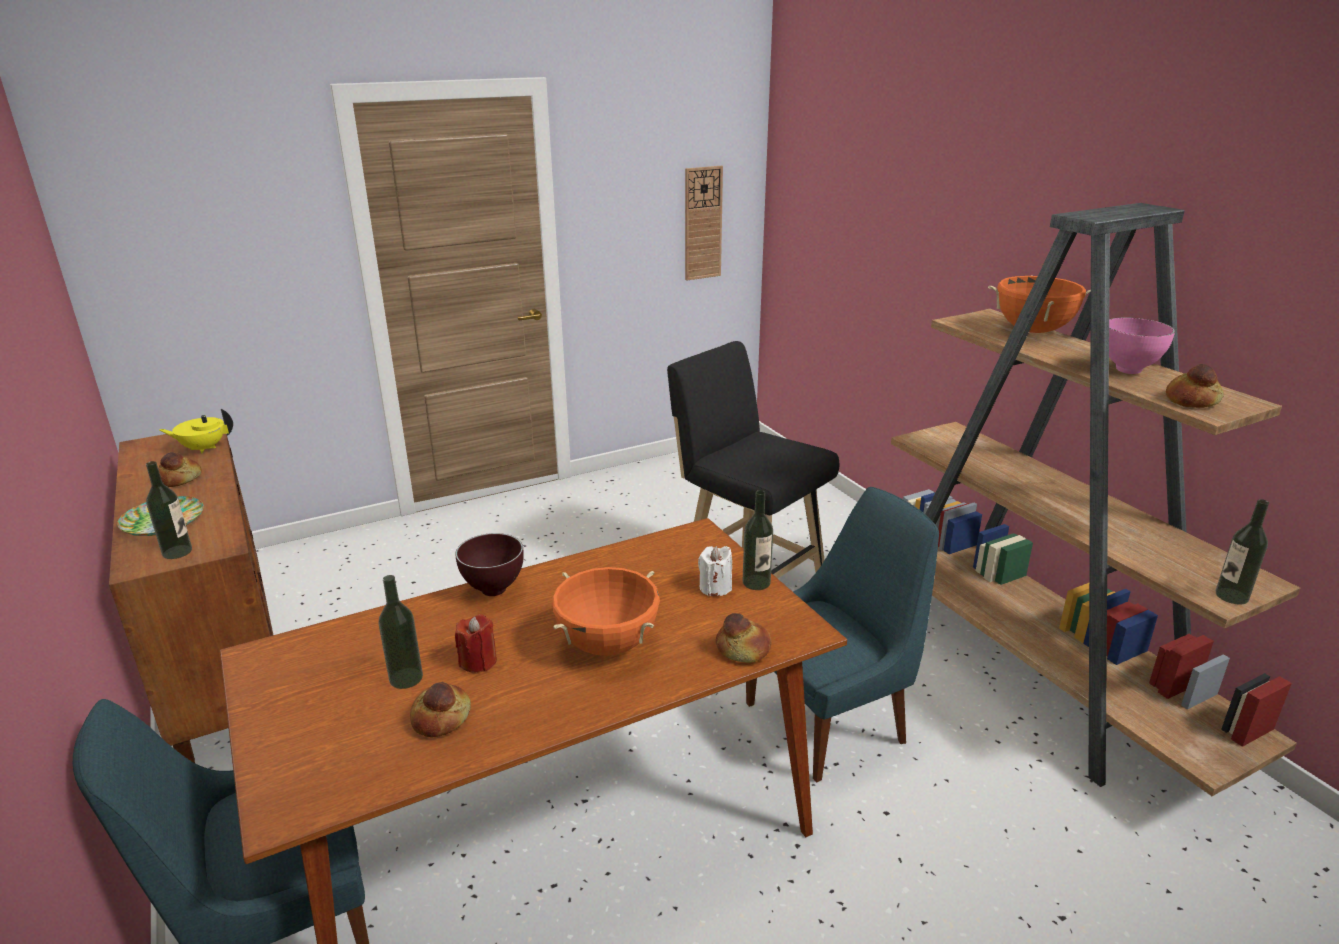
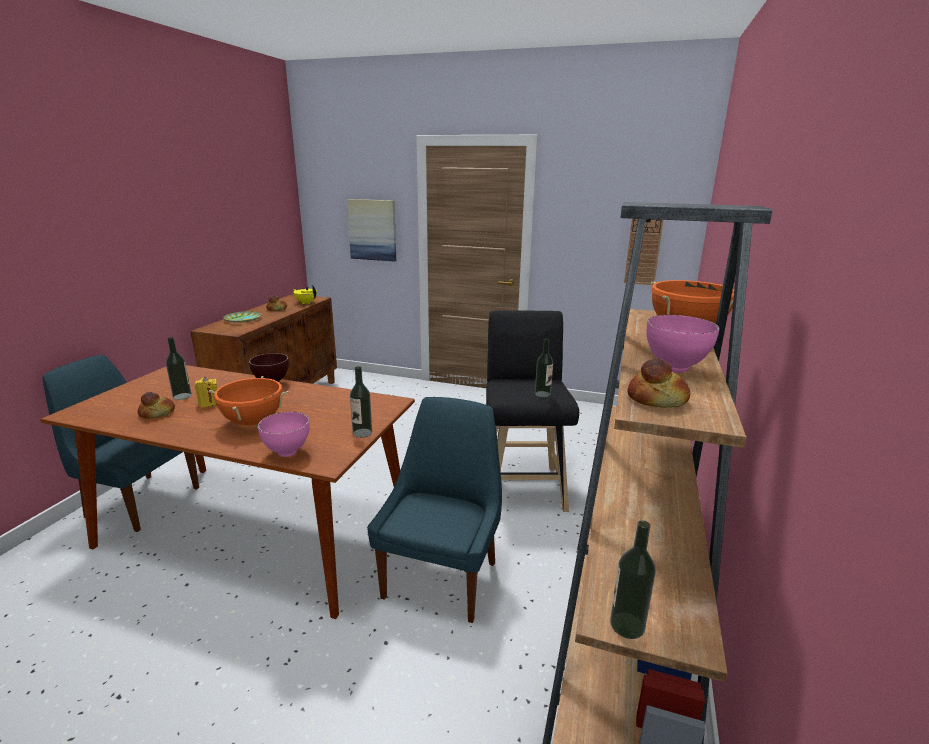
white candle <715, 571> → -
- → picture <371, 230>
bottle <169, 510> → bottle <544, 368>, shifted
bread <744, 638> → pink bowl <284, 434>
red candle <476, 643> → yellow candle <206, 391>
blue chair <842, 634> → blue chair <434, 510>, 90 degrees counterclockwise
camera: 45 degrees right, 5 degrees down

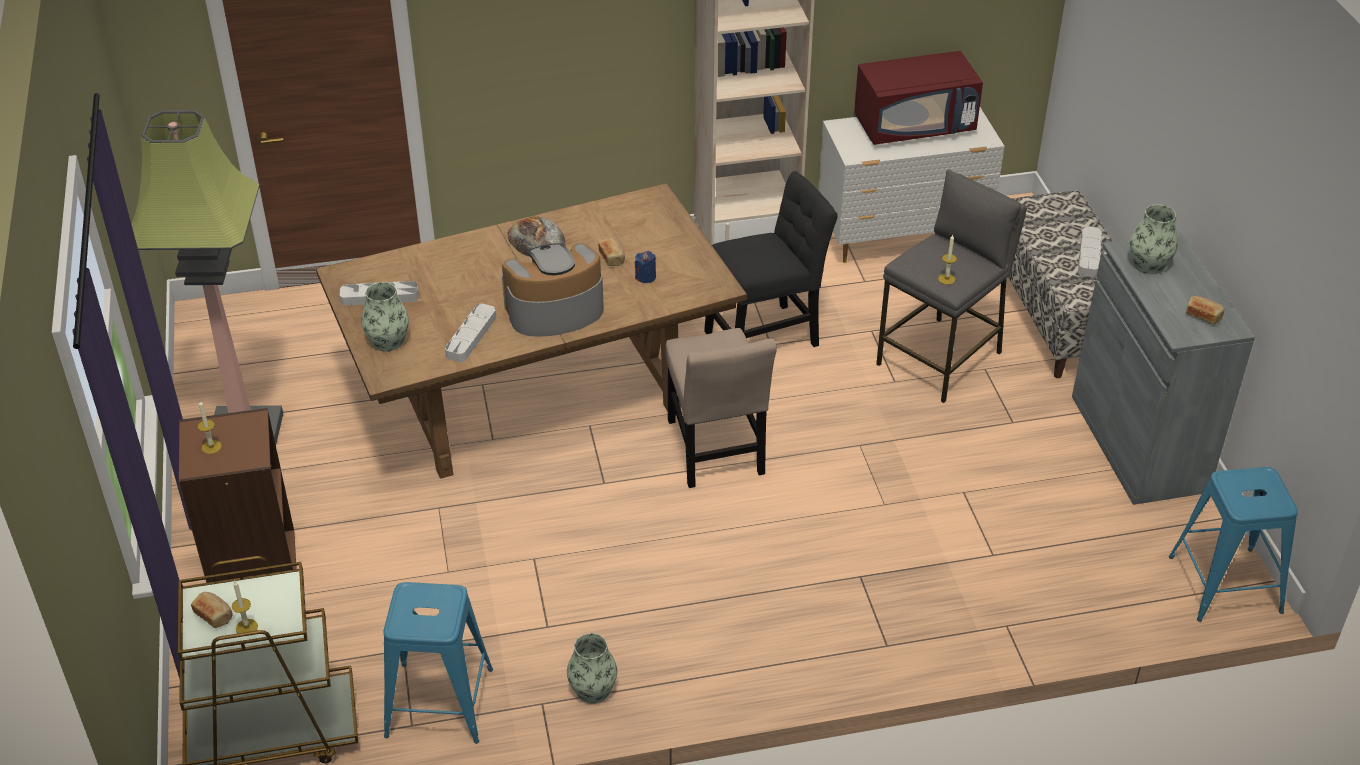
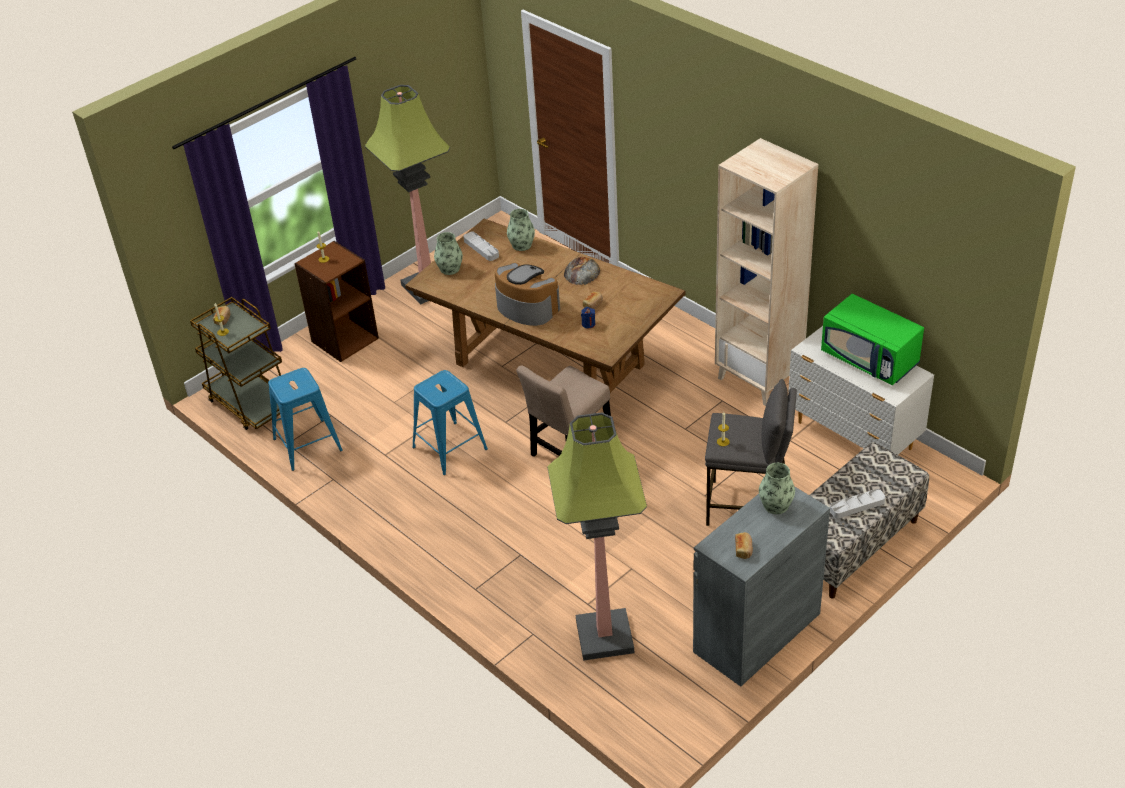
grey tray <470, 333> → -
black chair <771, 259> → -
- → floor lamp <597, 536>
vase <592, 668> → vase <521, 230>, shifted
blue stool <1233, 544> → blue stool <450, 422>, shifted
red microwave <918, 98> → green microwave <872, 339>
camera: 60 degrees right, 0 degrees up

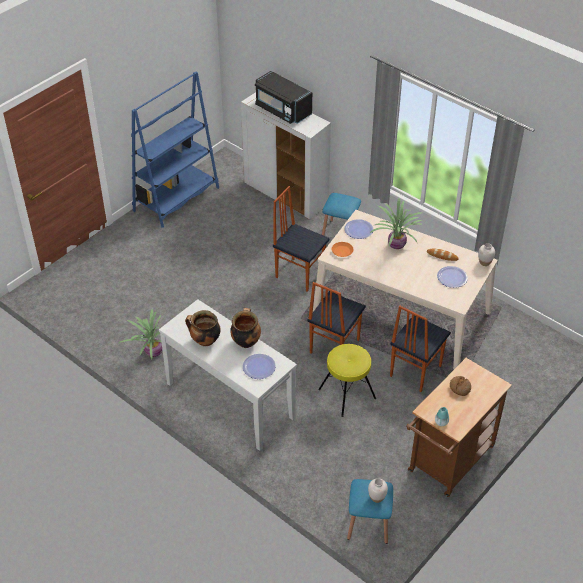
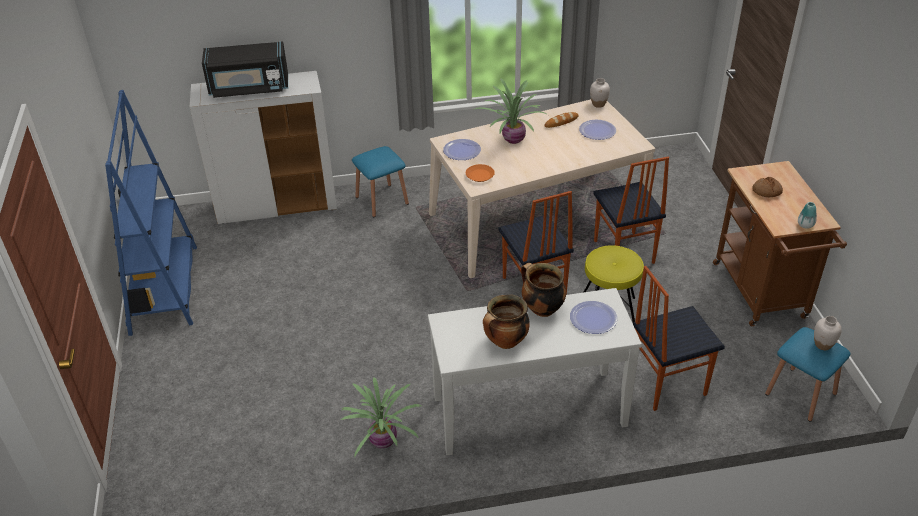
chair <301, 239> → chair <679, 338>, shifted
camera: 50 degrees left, 5 degrees down

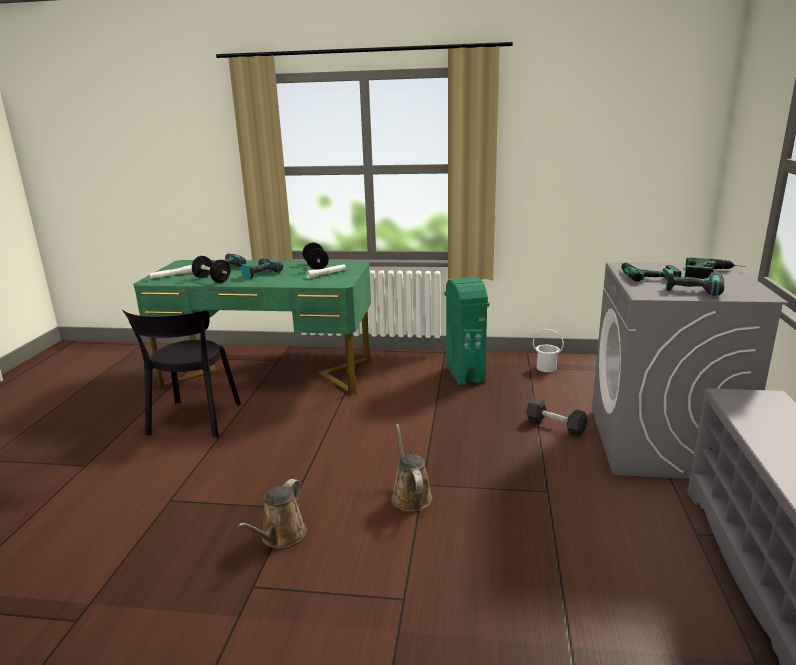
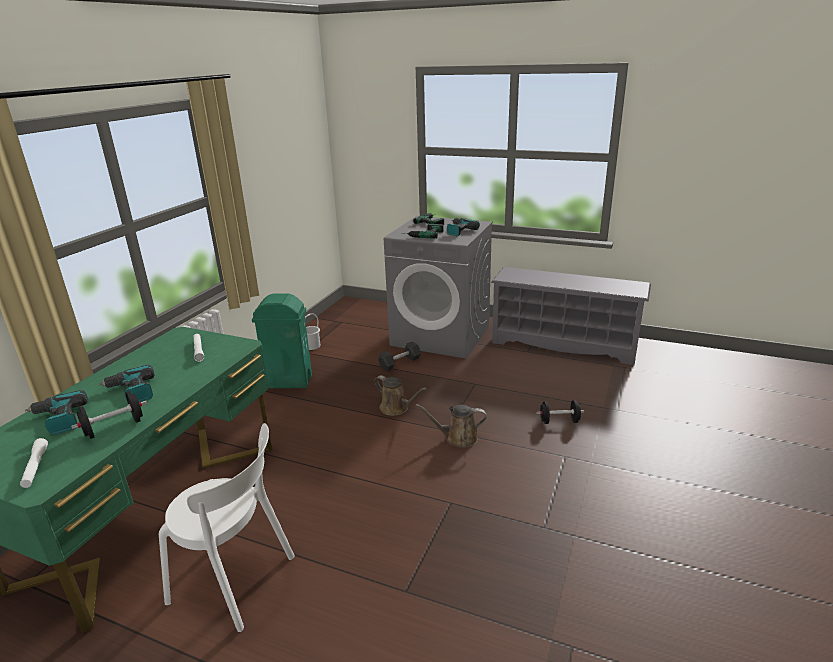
brown watering can <272, 513> → brown watering can <400, 395>, shifted
black dumbbell <316, 256> → black dumbbell <560, 412>, shifted
black chair <181, 373> → white chair <227, 527>
camera: 75 degrees left, 5 degrees up

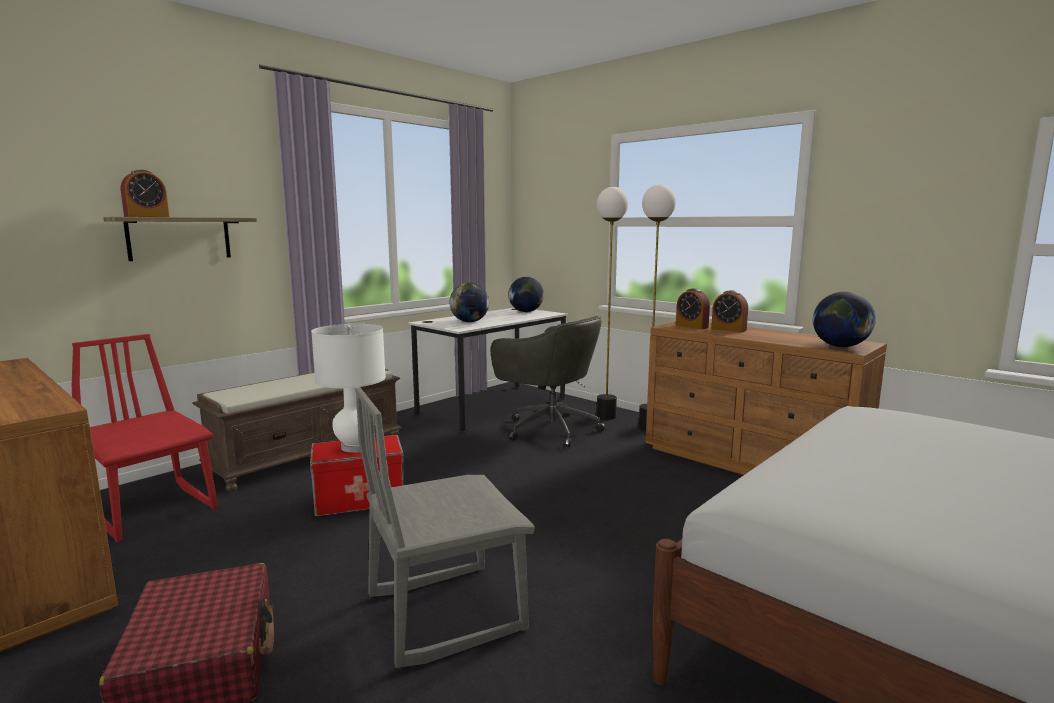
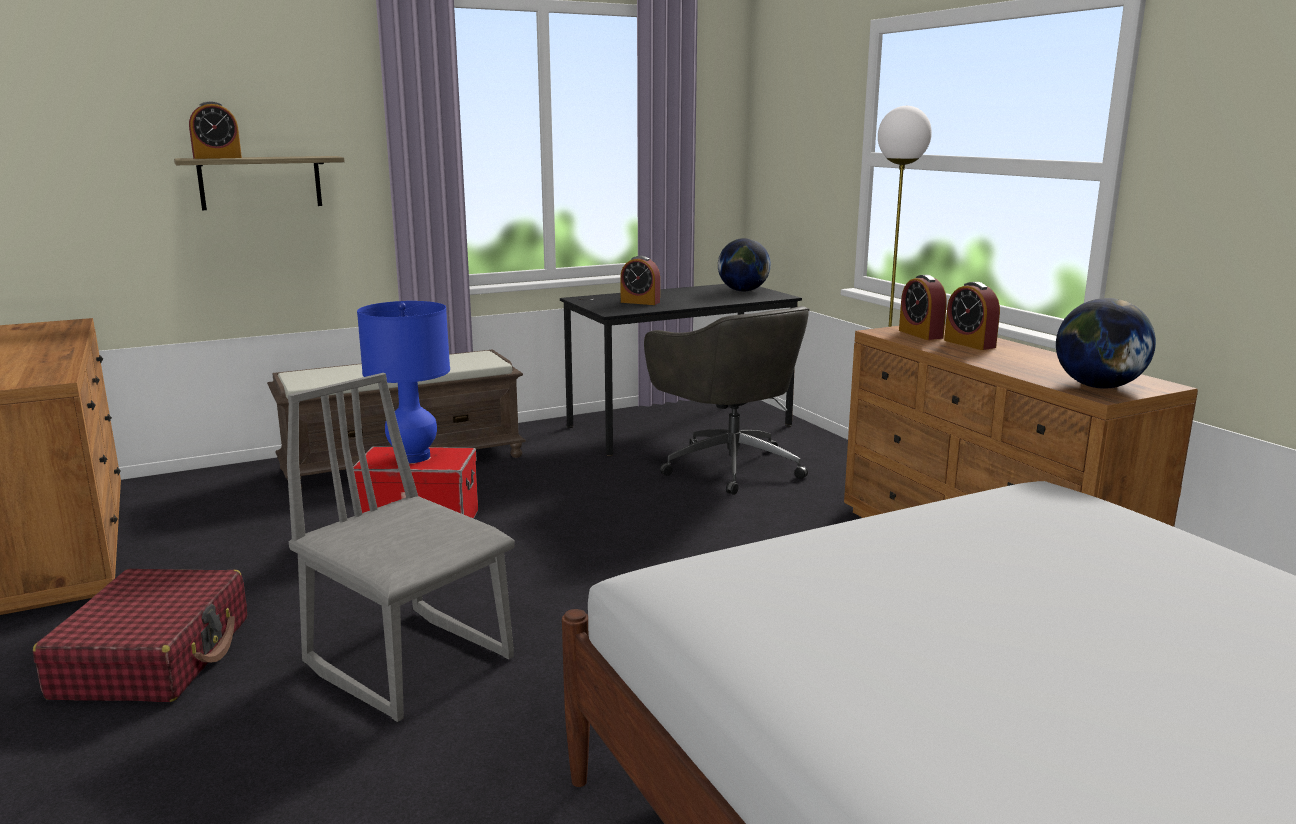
red chair <145, 438> → -
floor lamp <612, 303> → -
globe <469, 302> → alarm clock <640, 280>
white table lamp <348, 388> → blue table lamp <403, 382>
white desk <488, 370> → black desk <681, 370>
grey chair <445, 527> → grey chair <401, 547>, 45 degrees clockwise
camera: 20 degrees right, 5 degrees up

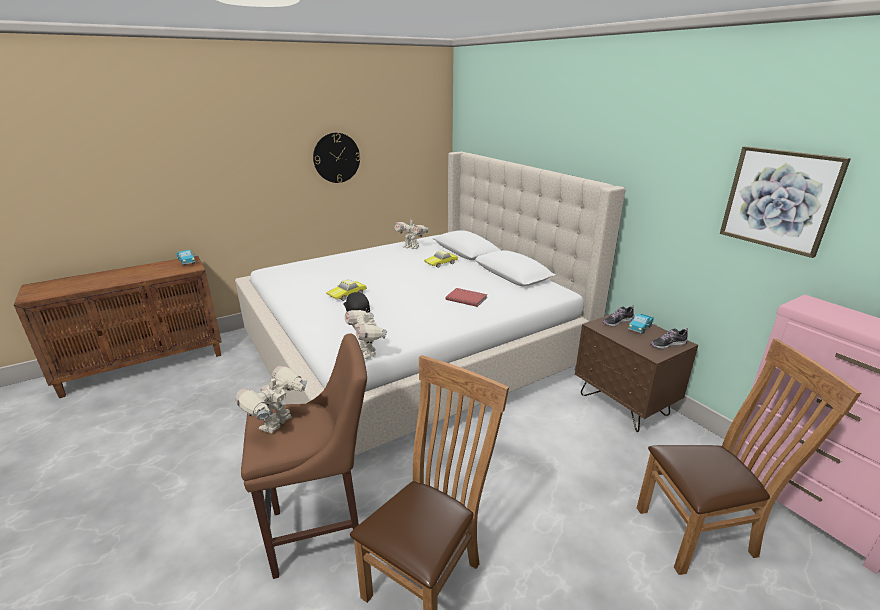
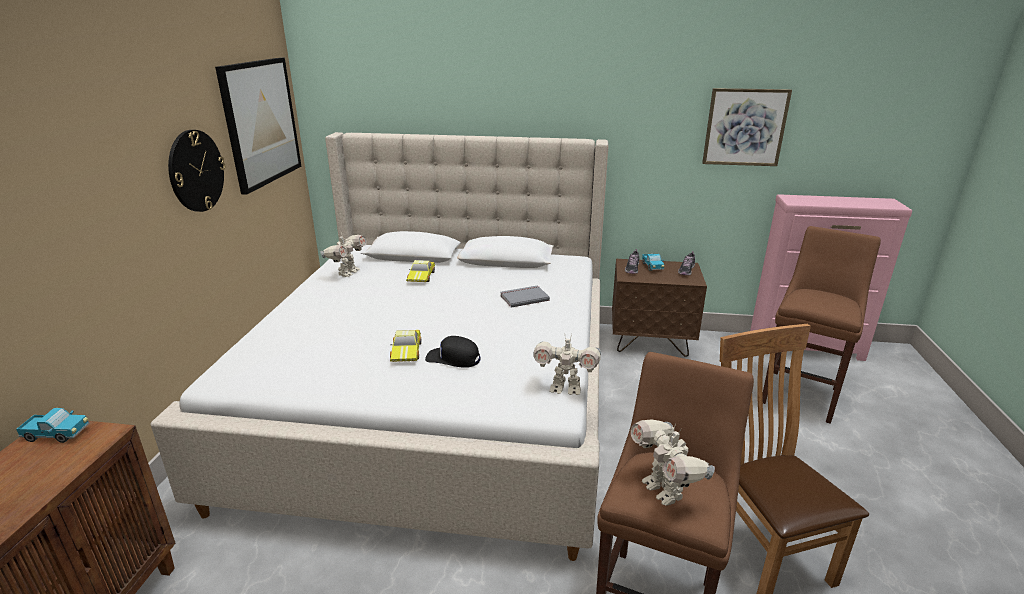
- → picture <258, 126>
brown chair <749, 457> → brown stool <821, 325>
red book <466, 297> → grey book <525, 296>
toy robot <411, 233> → toy robot <343, 255>, 45 degrees counterclockwise
camera: 50 degrees left, 0 degrees up

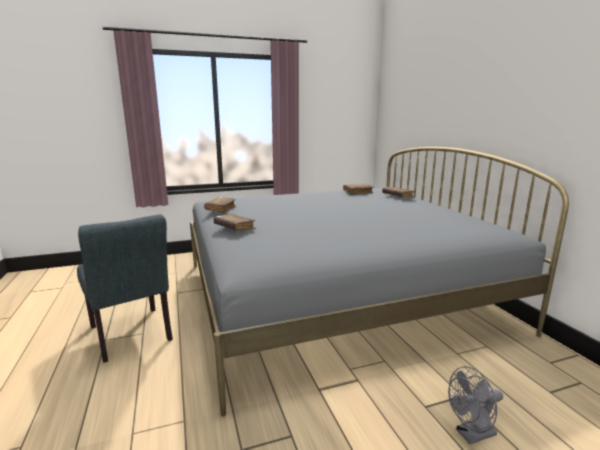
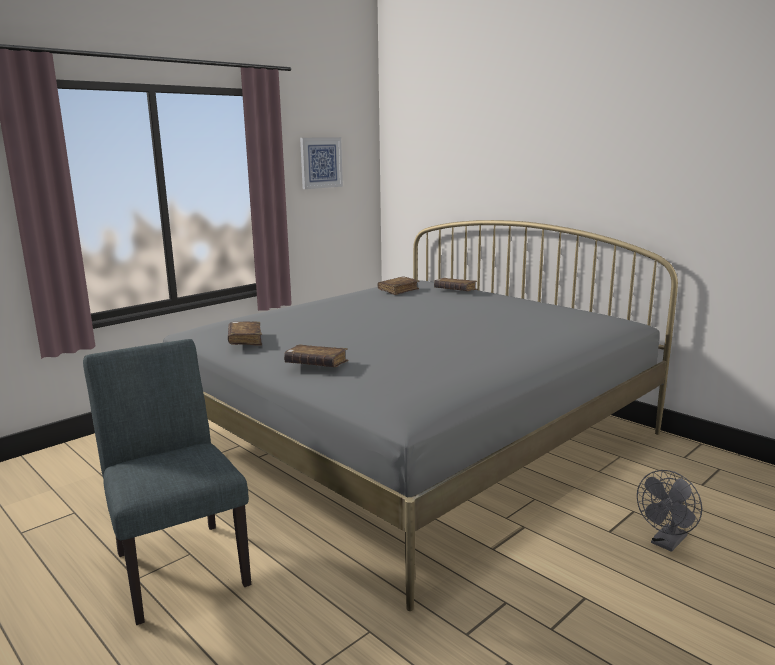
- → picture <321, 163>
grey chair <125, 288> → grey chair <167, 482>, 150 degrees counterclockwise
camera: 25 degrees left, 0 degrees up

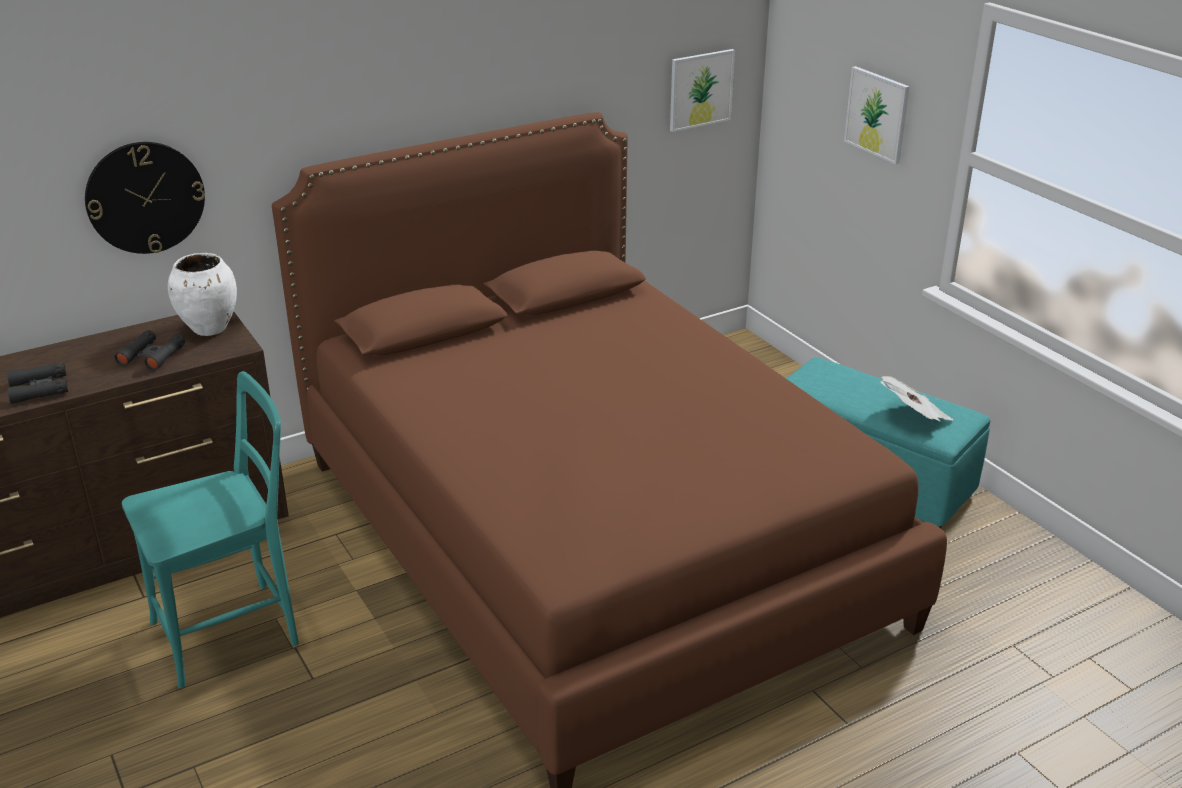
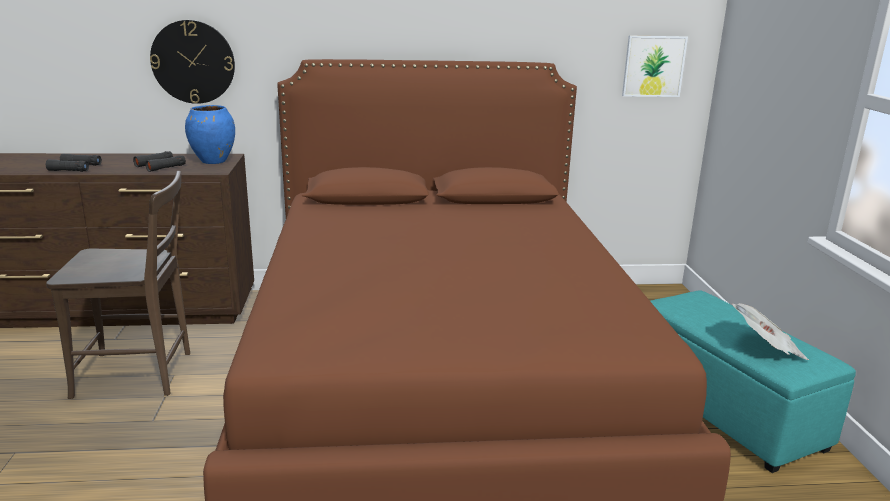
picture <877, 115> → -
turquoise chair <210, 529> → brown chair <118, 285>
white vase <202, 294> → blue vase <210, 134>
camera: 25 degrees right, 10 degrees down

